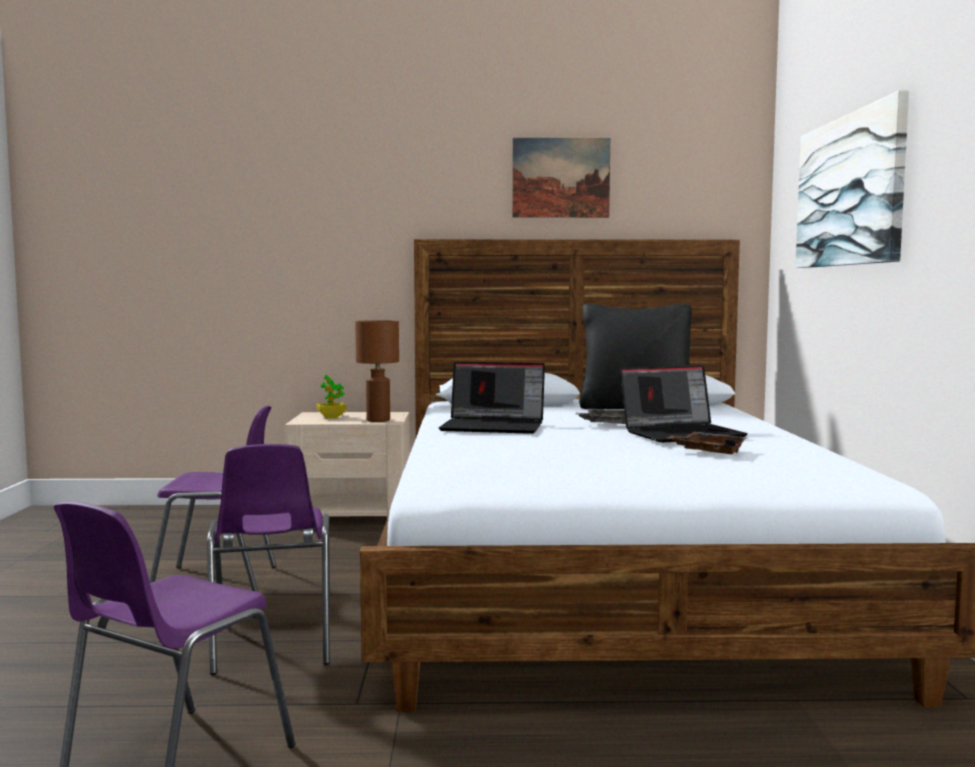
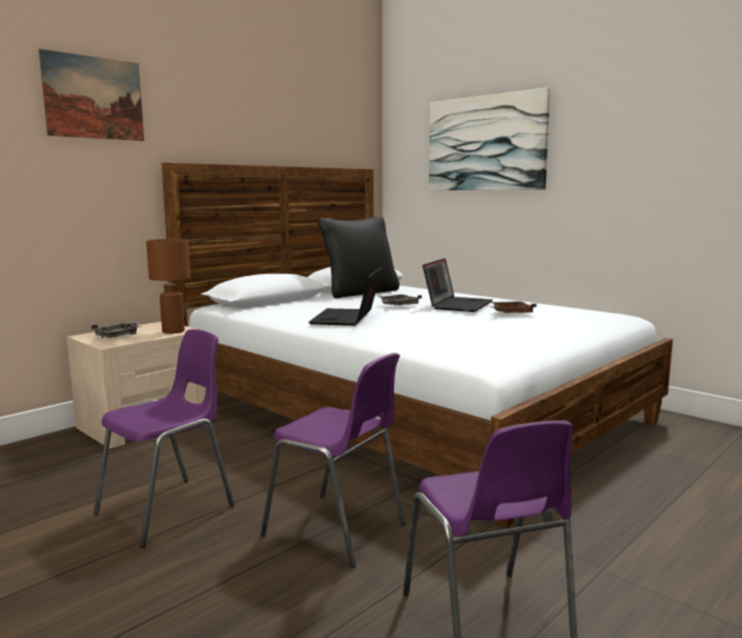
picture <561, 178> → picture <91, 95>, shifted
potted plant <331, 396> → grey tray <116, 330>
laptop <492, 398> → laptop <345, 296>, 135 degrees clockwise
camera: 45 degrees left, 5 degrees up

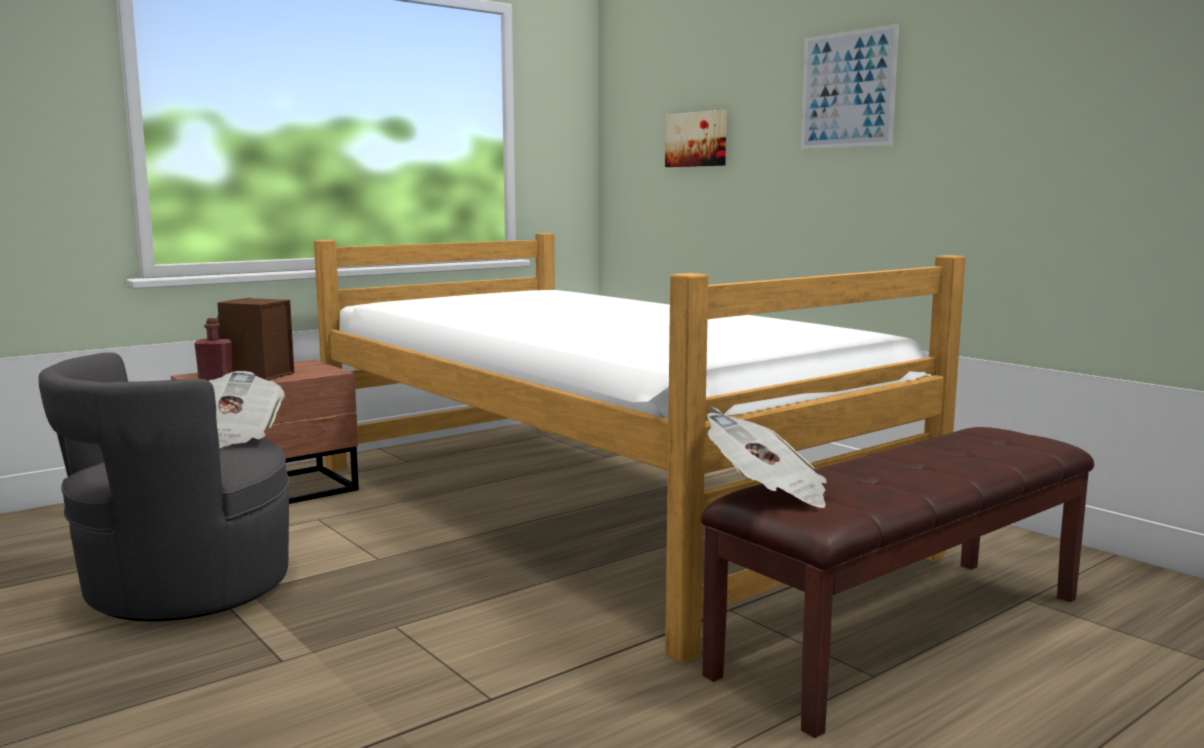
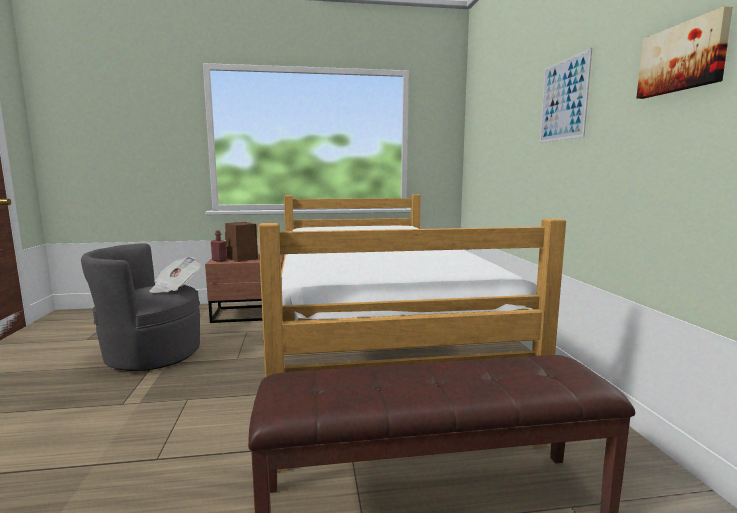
newspaper <767, 460> → -
picture <696, 138> → picture <684, 52>, shifted
camera: 30 degrees right, 0 degrees up

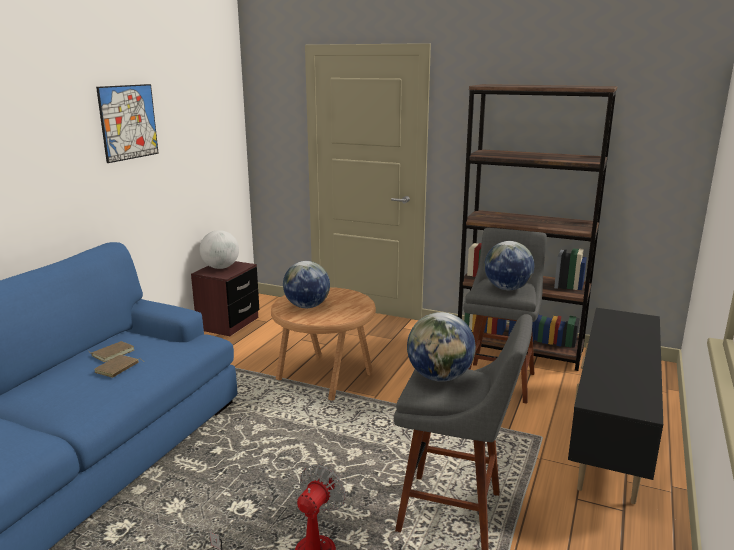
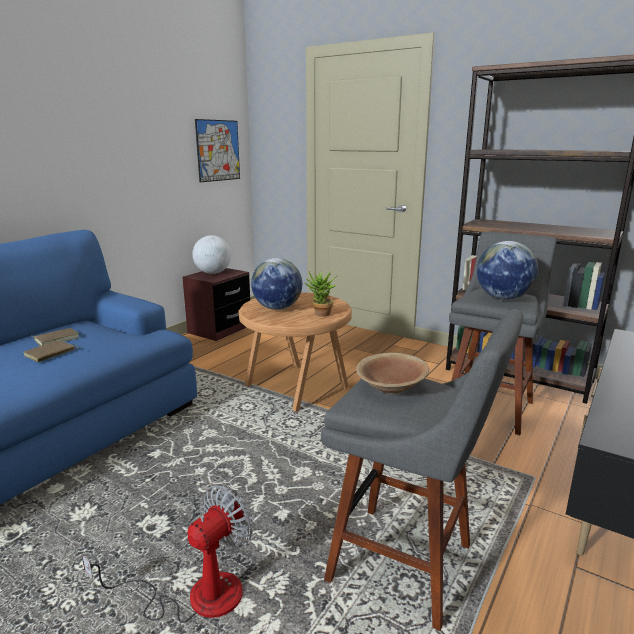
- → potted plant <320, 293>
picture <127, 123> → picture <217, 150>, shifted
globe <441, 347> → brown bowl <392, 373>
camera: 10 degrees right, 0 degrees up

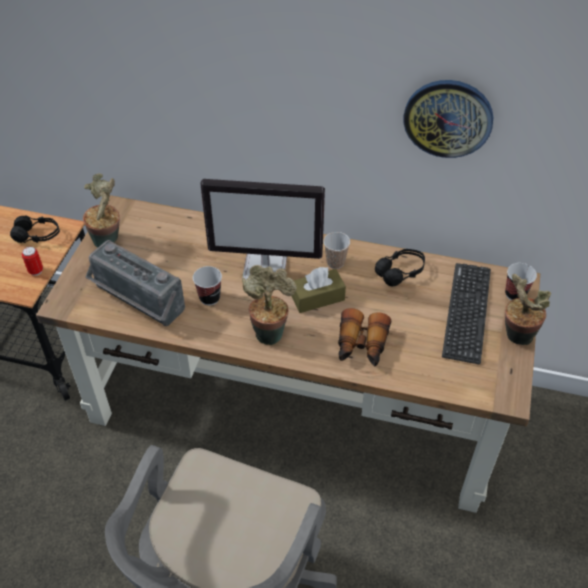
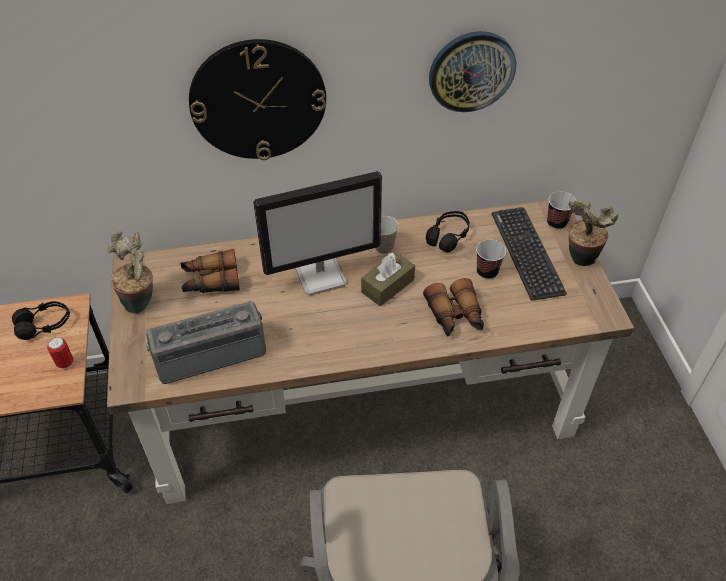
potted plant <269, 305> → -
- → binoculars <210, 271>
- → wall clock <257, 99>
cup <207, 285> → cup <491, 260>, shifted
radio <135, 283> → radio <206, 342>, 150 degrees clockwise
camera: 25 degrees left, 0 degrees up

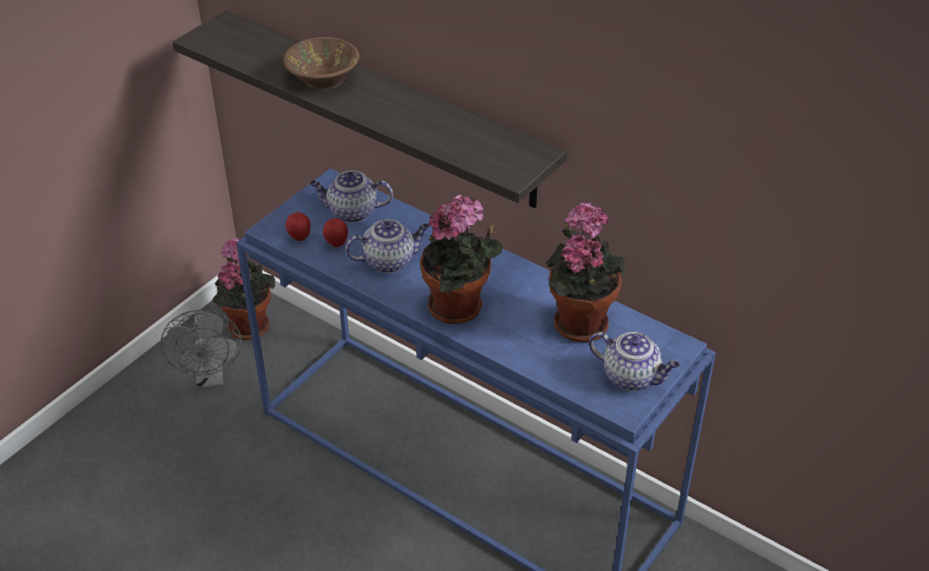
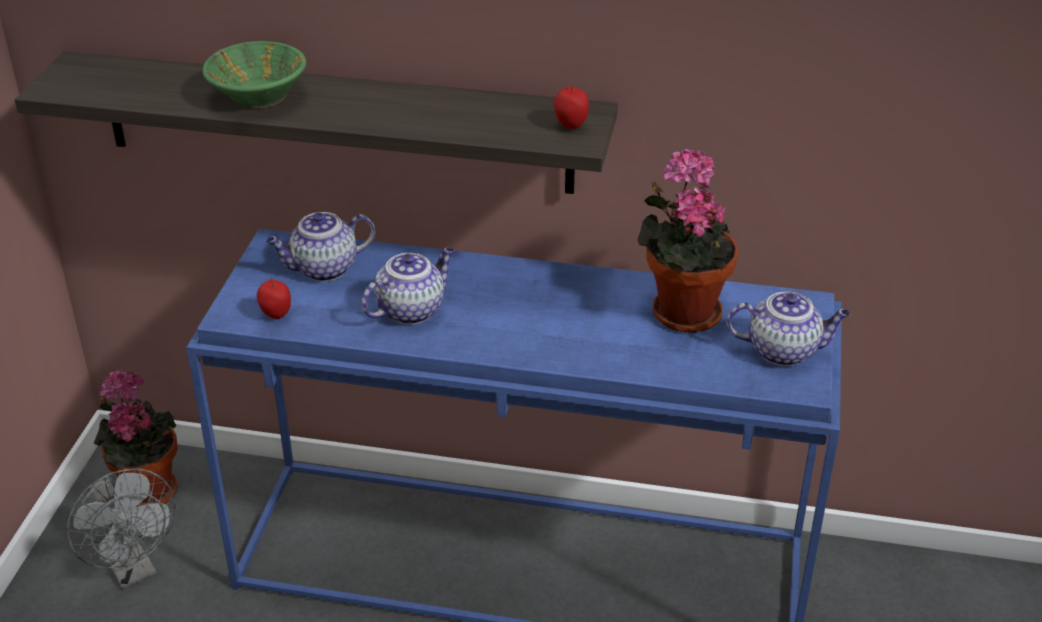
potted plant <461, 259> → -
apple <335, 232> → apple <571, 106>, shifted
brown bowl <321, 63> → green bowl <254, 75>
camera: 25 degrees left, 5 degrees down

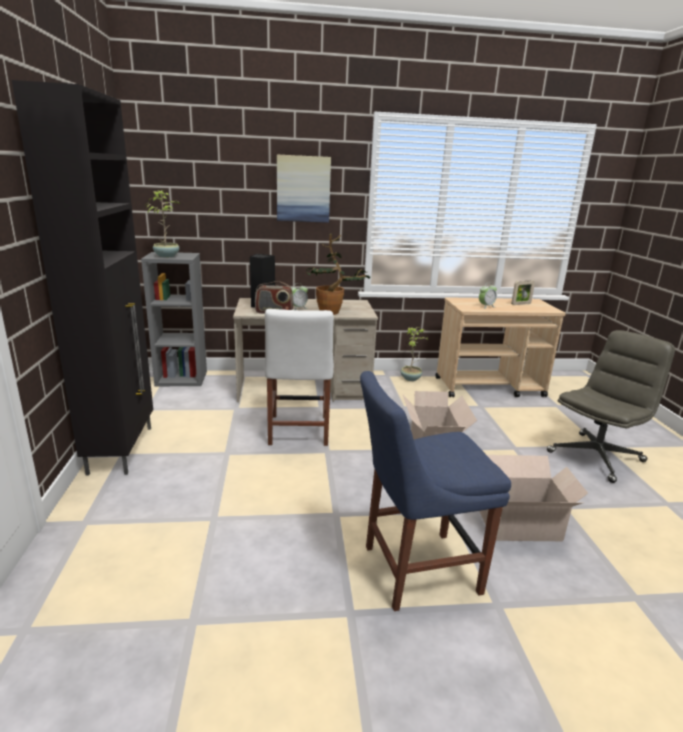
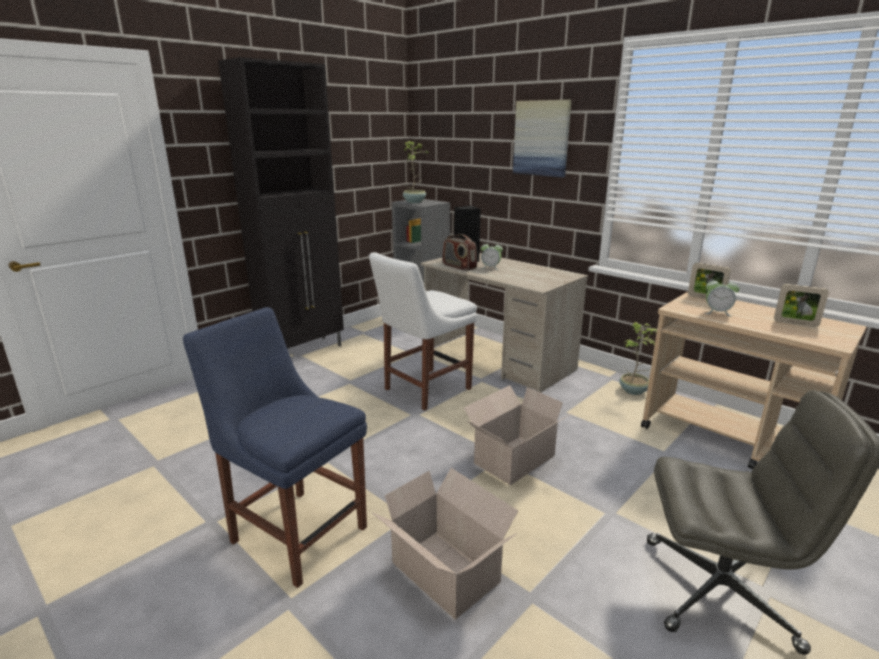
potted plant <339, 274> → -
- → picture frame <709, 281>
camera: 50 degrees right, 0 degrees up

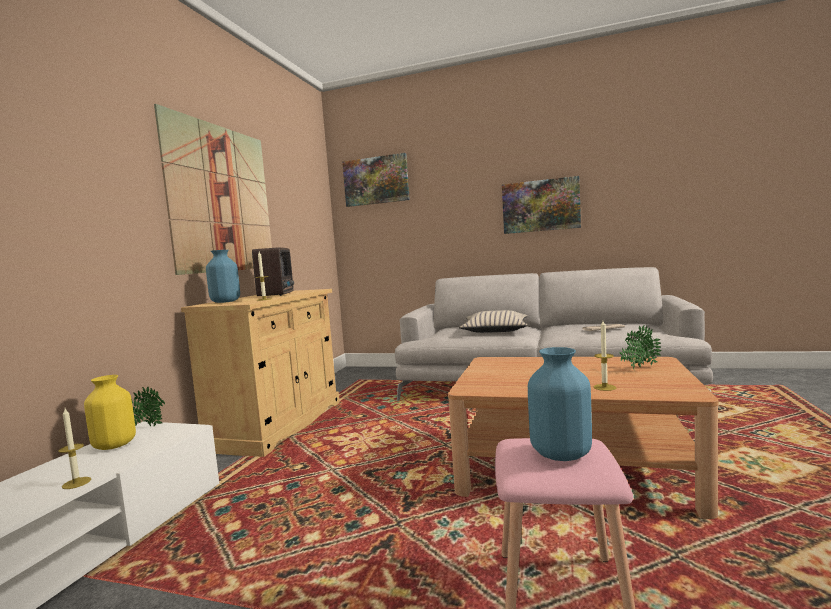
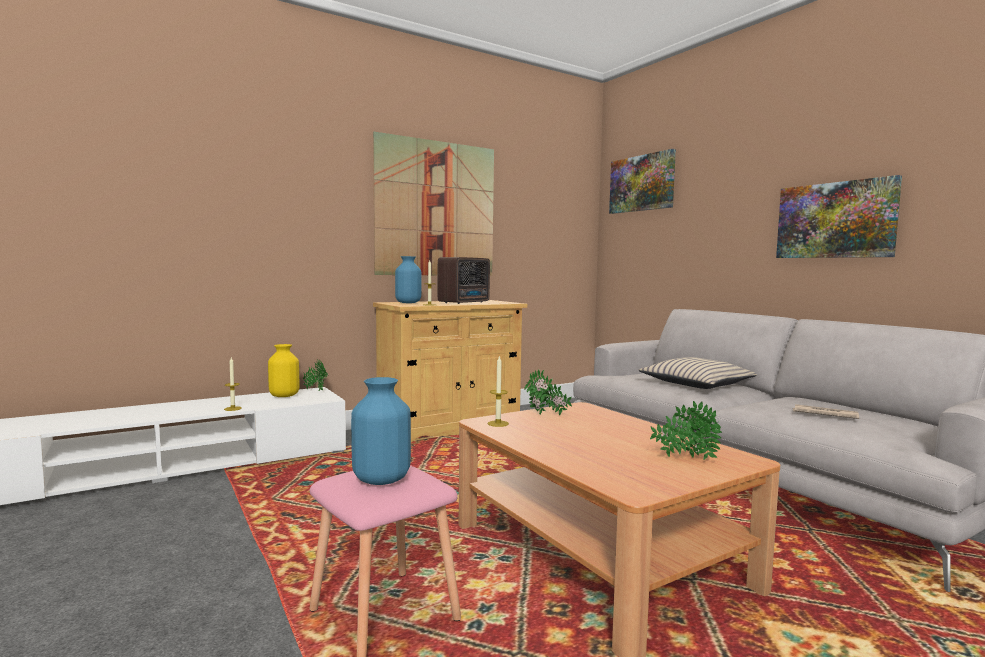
- → potted plant <548, 392>
candle <605, 356> → candle <498, 391>, shifted
camera: 40 degrees right, 0 degrees up

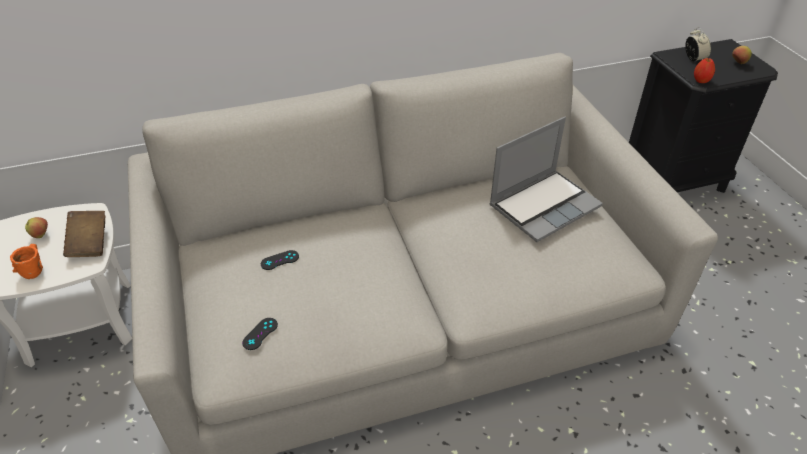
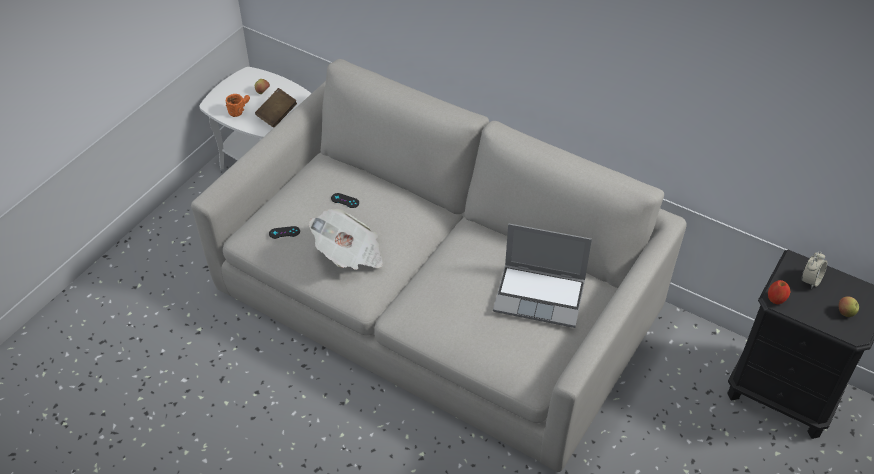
- → newspaper <346, 239>
camera: 50 degrees right, 5 degrees up

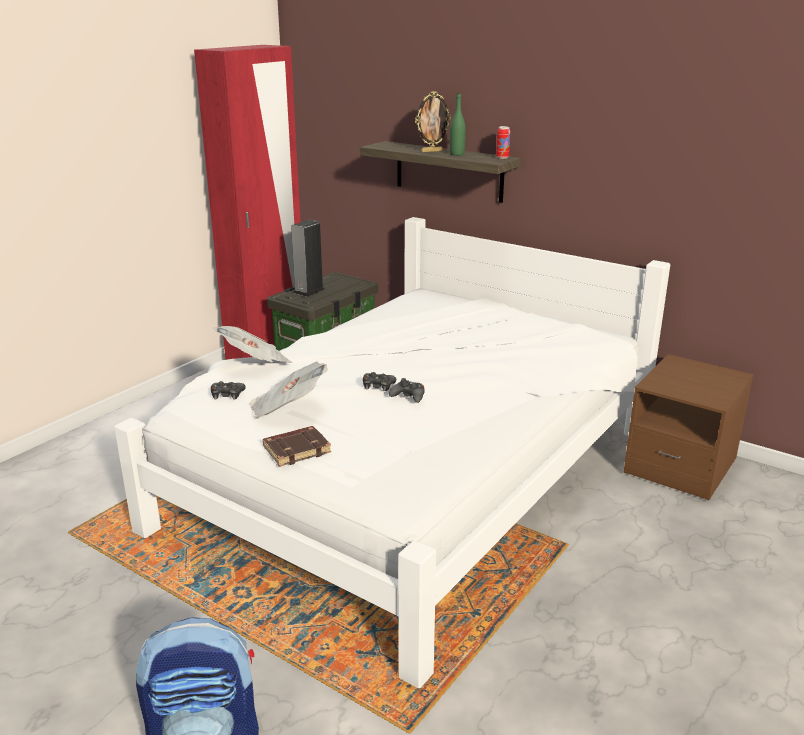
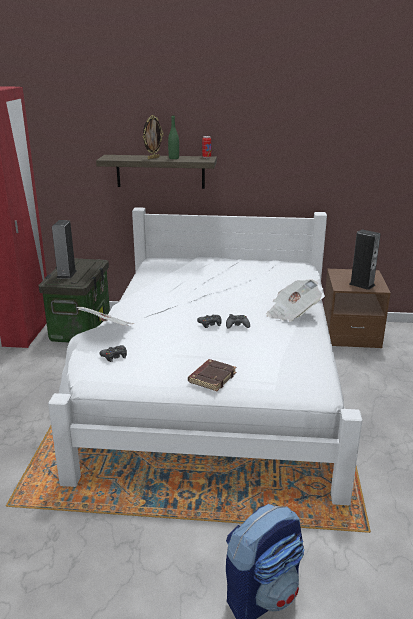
- → speaker <365, 259>
newspaper <288, 390> → newspaper <294, 300>, shifted
camera: 30 degrees left, 0 degrees up

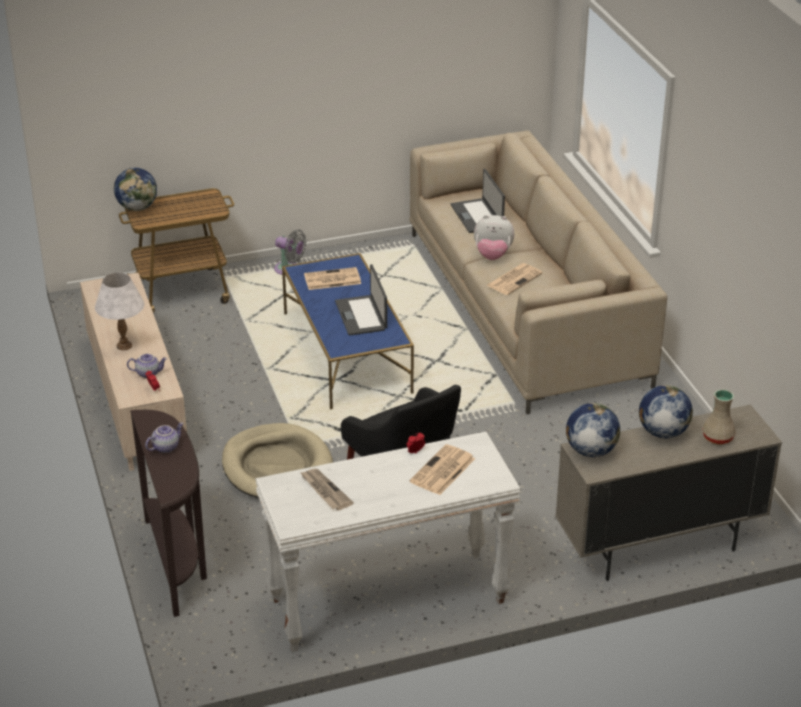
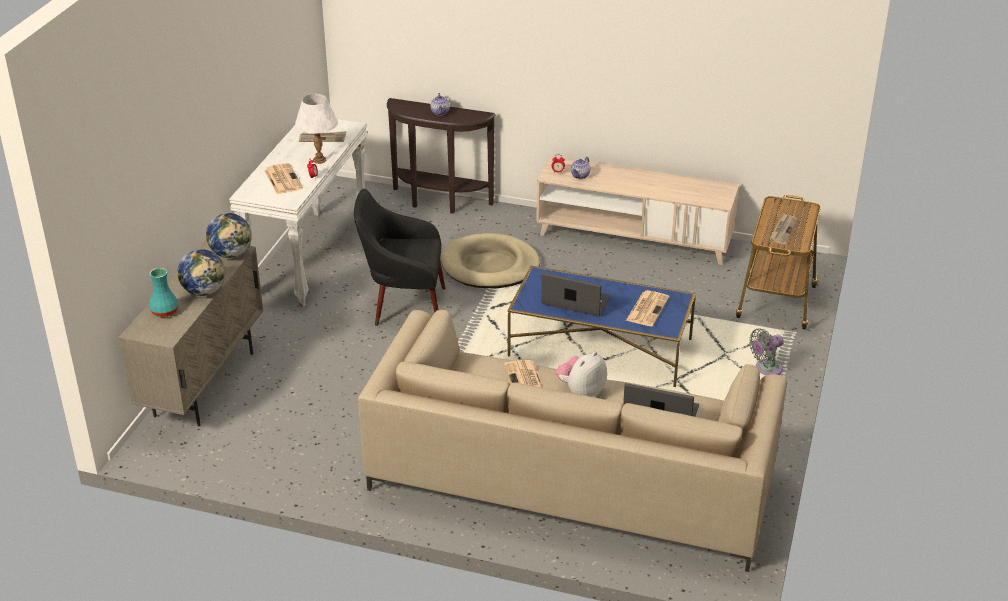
globe <135, 189> → -
- → newspaper <783, 228>
white table lamp <119, 311> → white table lamp <316, 129>, shifted
beige vase <719, 416> → turquoise vase <164, 292>
camera: 125 degrees right, 0 degrees up

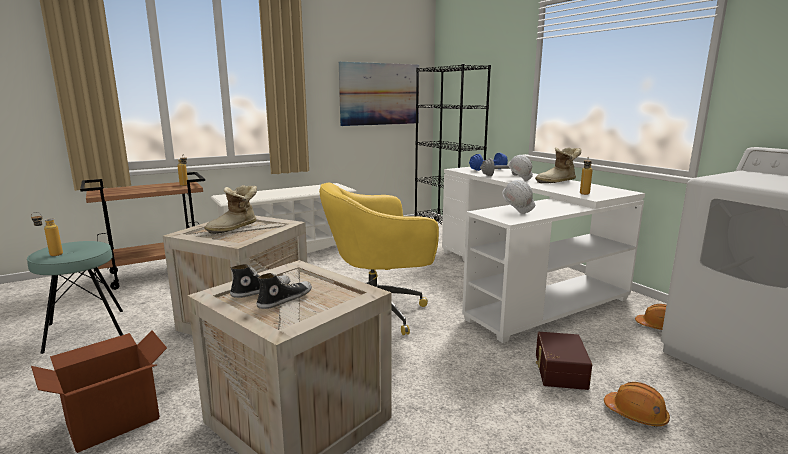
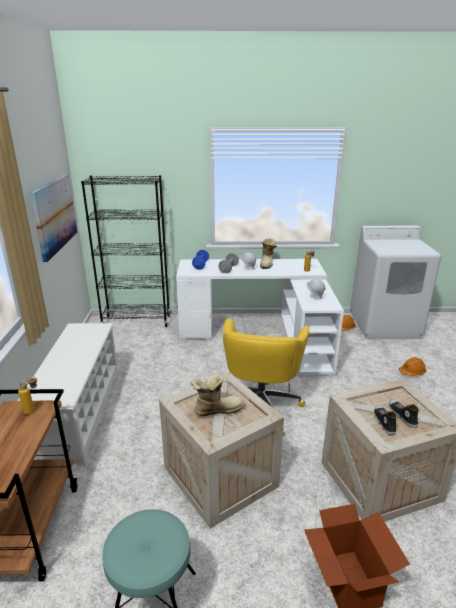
bottle <47, 234> → -
brown storage box <564, 361> → -
boot <230, 209> → boot <217, 395>, 90 degrees counterclockwise
camera: 60 degrees left, 10 degrees up

